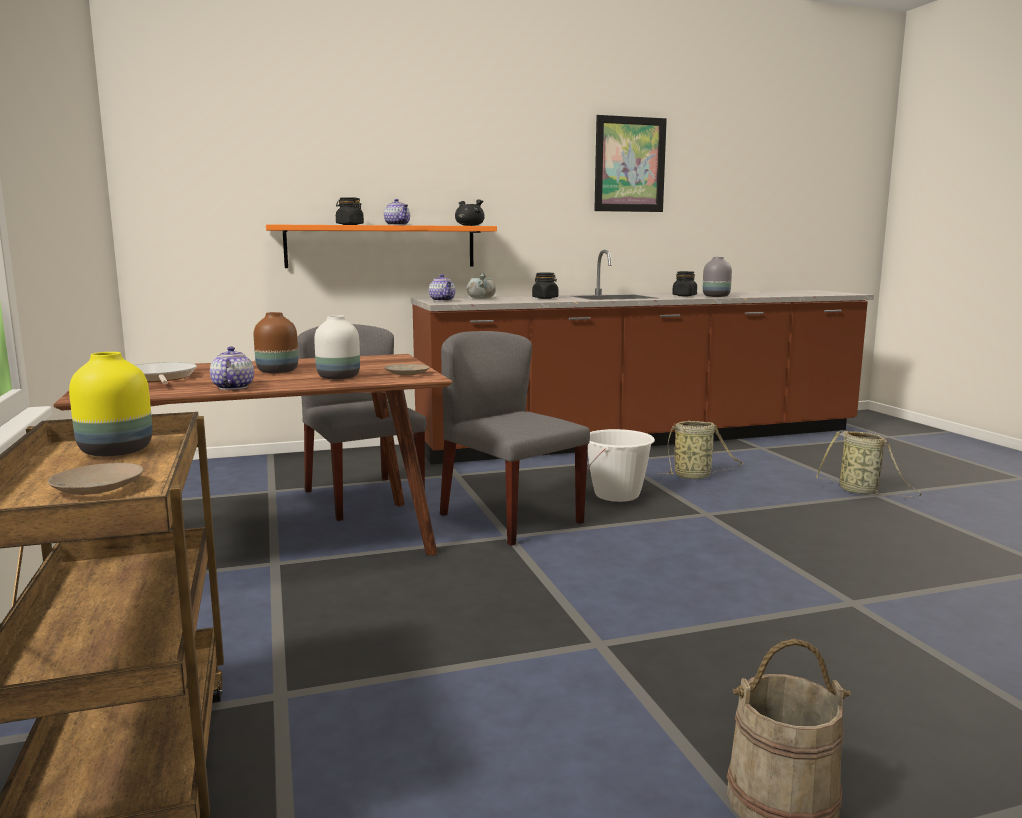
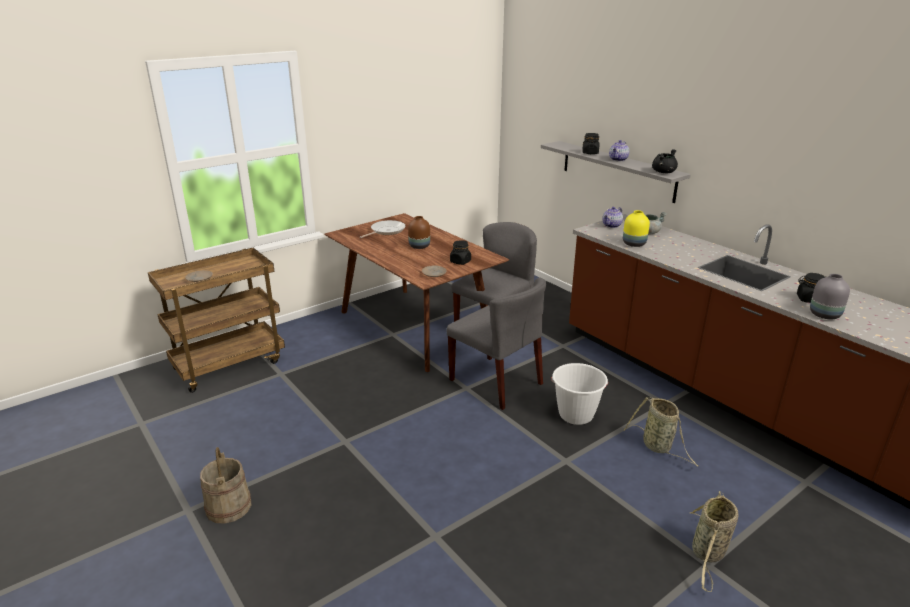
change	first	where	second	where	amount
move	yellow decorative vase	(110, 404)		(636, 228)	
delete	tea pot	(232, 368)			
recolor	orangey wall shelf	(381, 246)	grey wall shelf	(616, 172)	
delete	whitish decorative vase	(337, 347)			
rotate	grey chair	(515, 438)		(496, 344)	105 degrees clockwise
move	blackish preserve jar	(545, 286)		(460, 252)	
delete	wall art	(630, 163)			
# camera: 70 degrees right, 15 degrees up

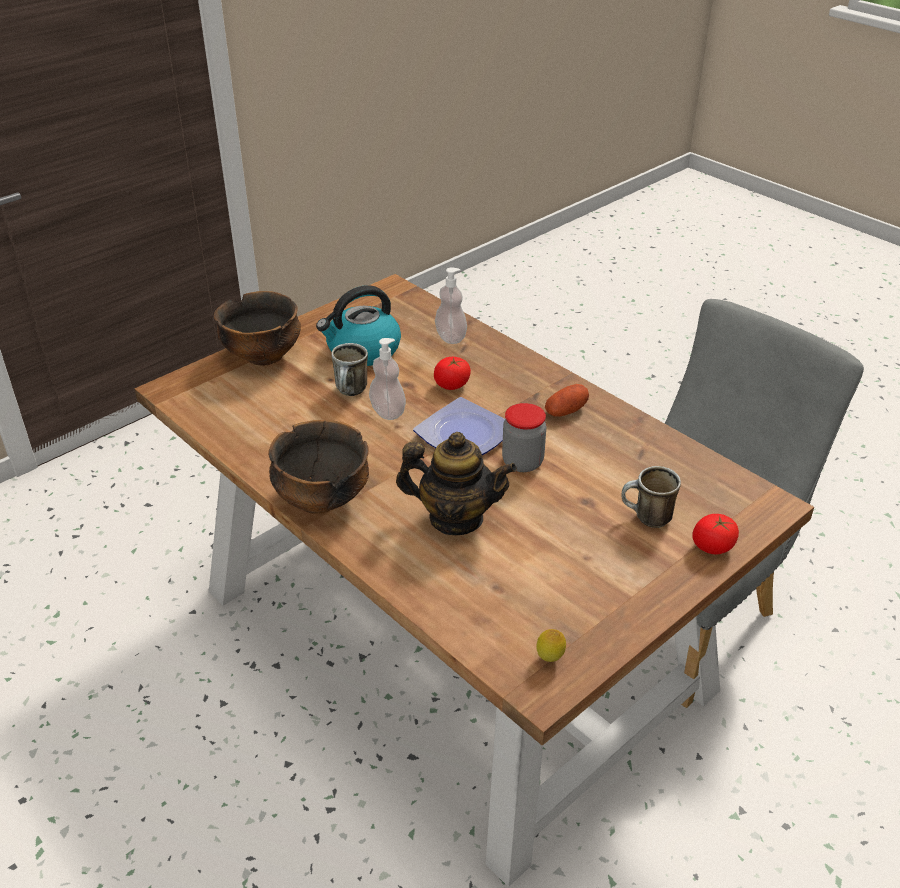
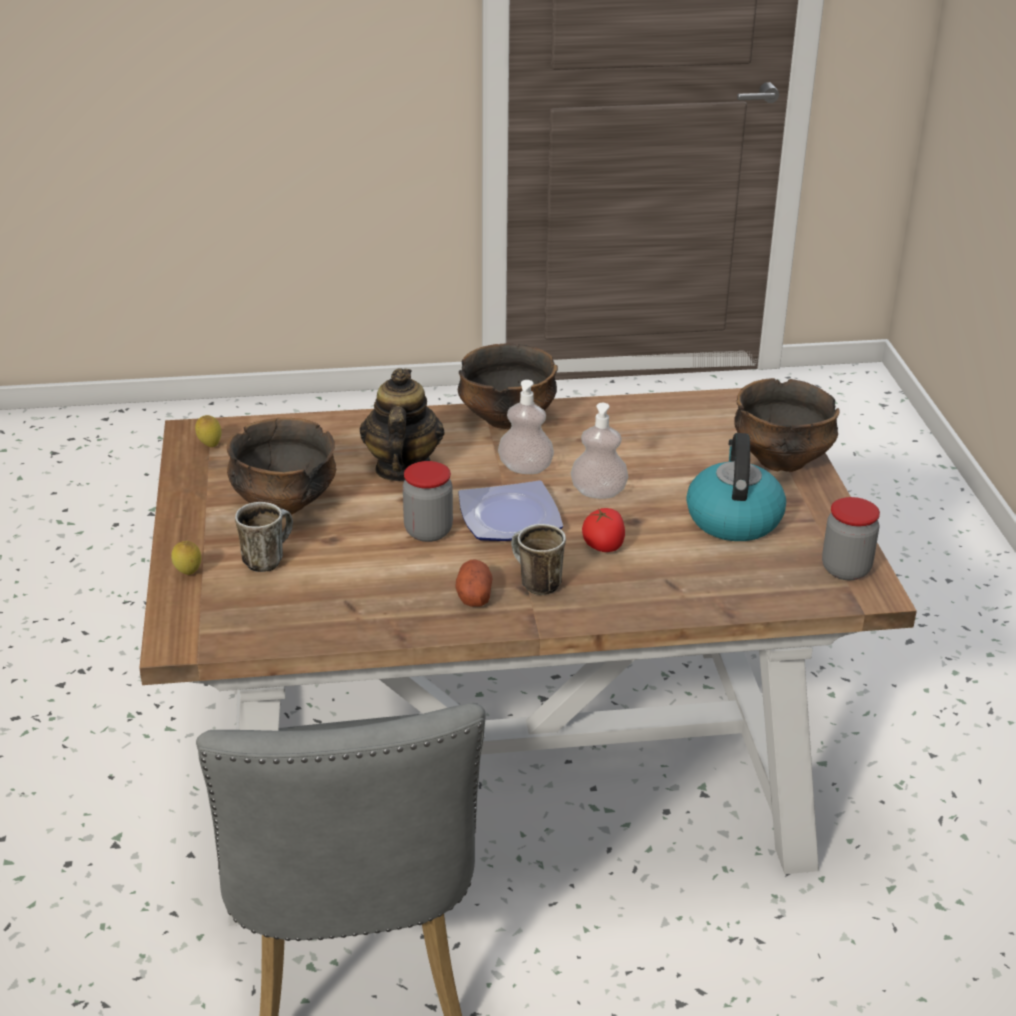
change	first	where	second	where	amount
move	mug	(349, 369)		(538, 559)	
rotate	tea pot	(456, 483)		(402, 424)	135 degrees clockwise
move	liquid soap bottle	(451, 306)		(526, 427)	
replace	whole tomato	(715, 534)	whole lemon	(186, 558)	
insert			serving bowl	(281, 467)	
insert			preserve jar	(851, 538)	
# camera: 125 degrees right, 5 degrees down

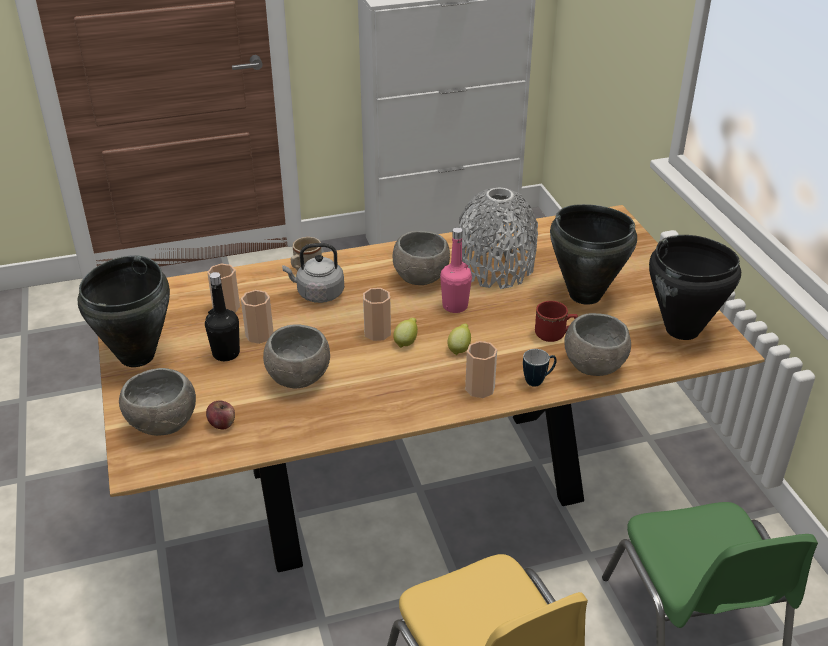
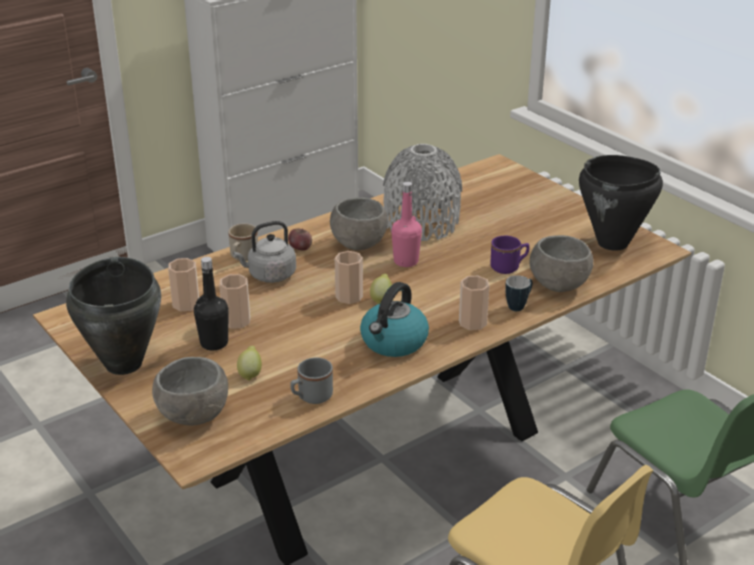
change	first	where	second	where	amount
move	apple fruit	(220, 415)		(300, 240)	
delete	grey serving bowl	(296, 356)			
move	whole lemon	(459, 339)		(249, 363)	
recolor	red mug	(556, 321)	purplish mug	(509, 255)	
delete	blackish stockpot	(593, 254)			
insert			grey mug	(311, 381)	
insert			tea kettle	(394, 319)	
# camera: 20 degrees left, 5 degrees down

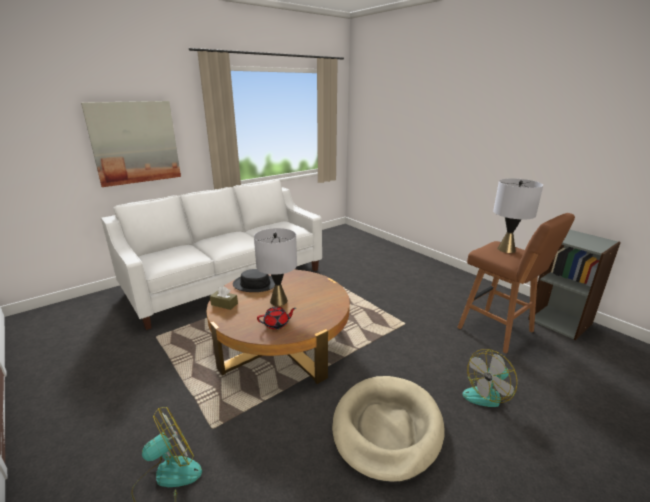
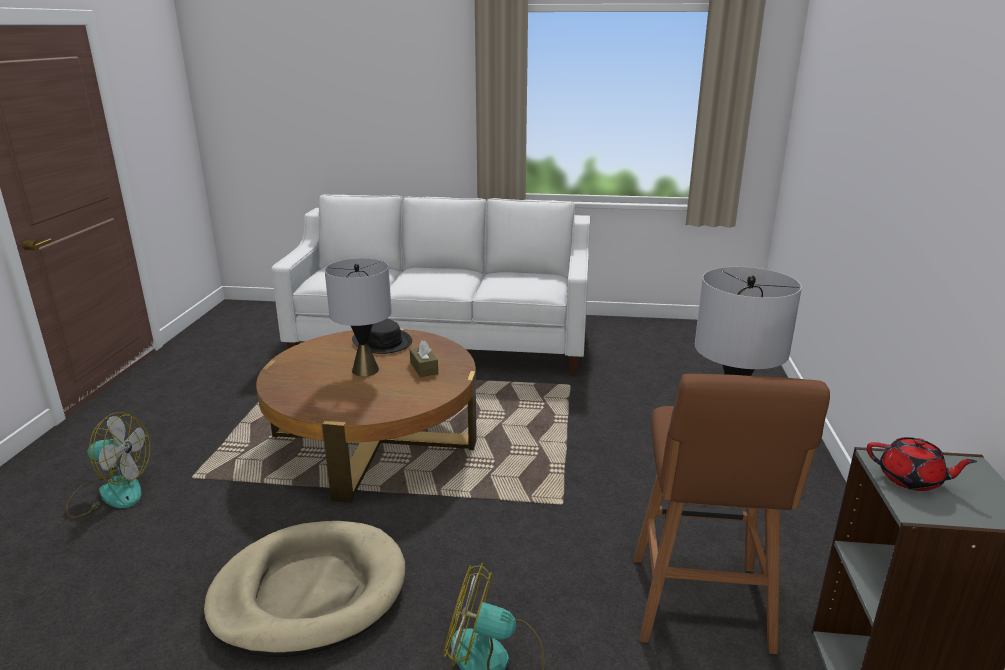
change	first	where	second	where	amount
delete	wall art	(131, 144)			
move	brownish tissue holder	(224, 298)		(424, 358)	
move	red tea pot	(276, 318)		(922, 464)	
# camera: 45 degrees right, 0 degrees up

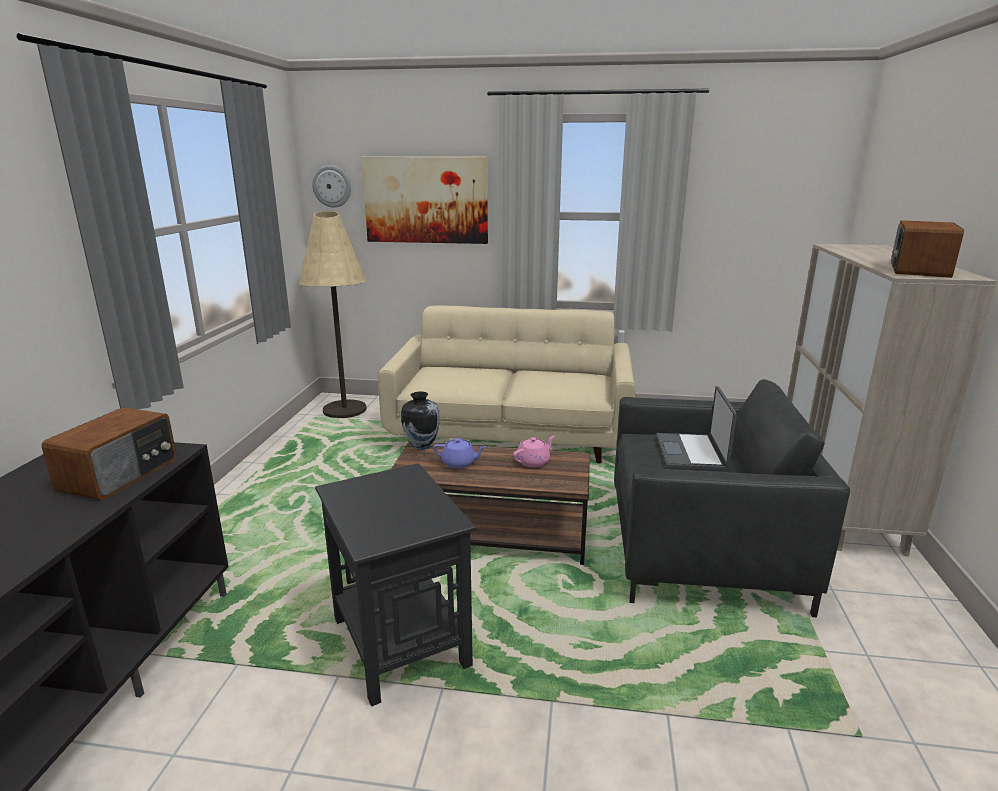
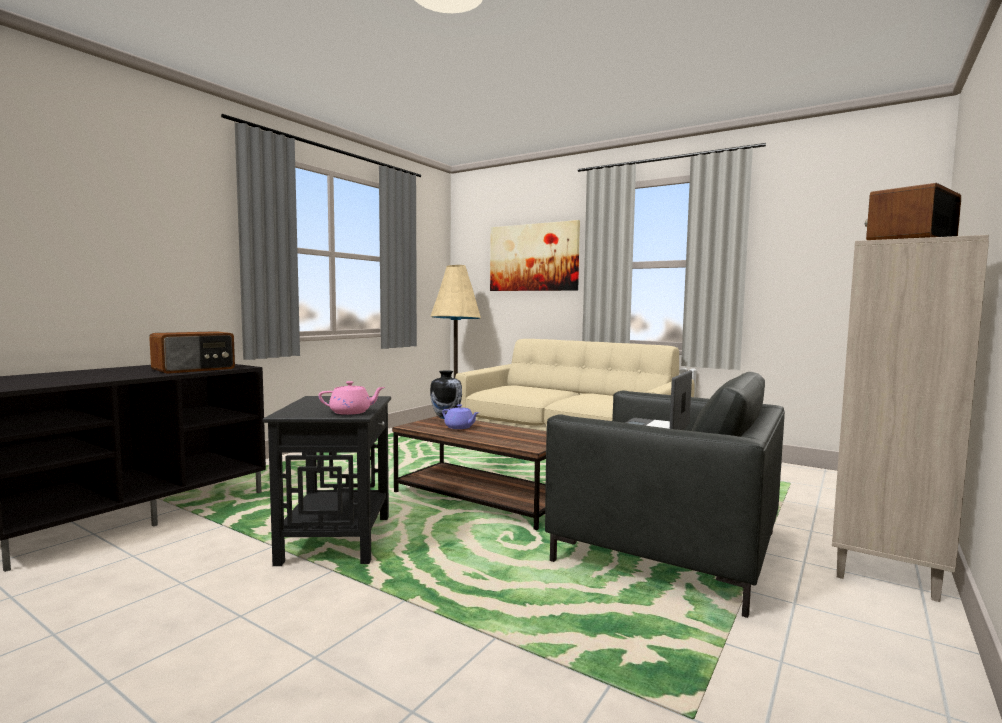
change	first	where	second	where	amount
delete	wall clock	(331, 186)			
move	pink tea pot	(534, 451)		(351, 398)	
# camera: 25 degrees right, 15 degrees down

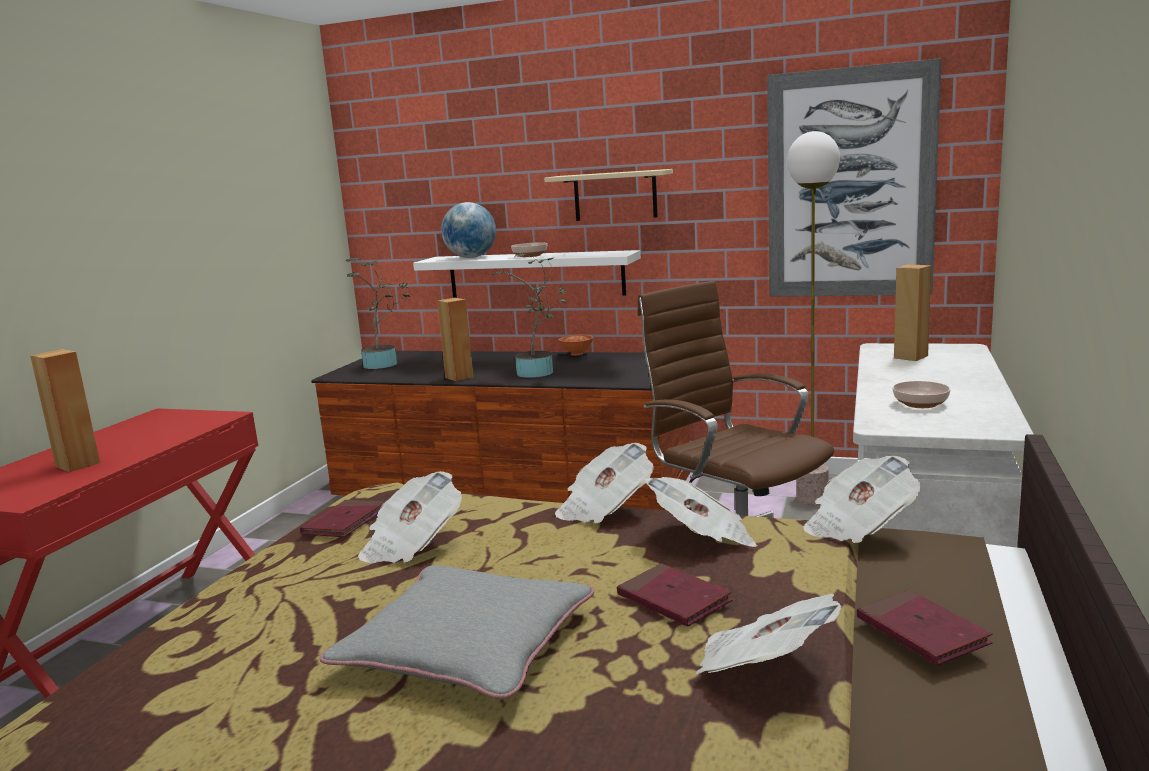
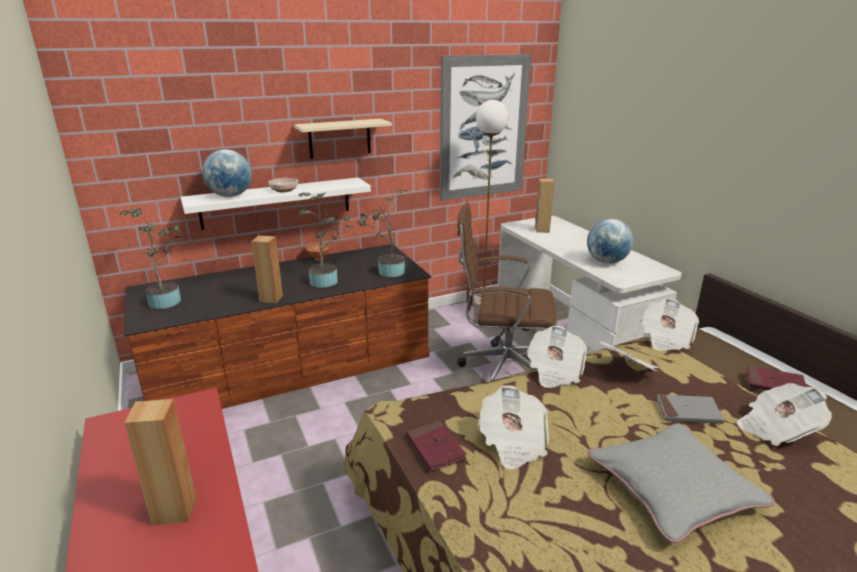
change	first	where	second	where	amount
recolor	red book	(674, 594)	grey book	(690, 409)	
replace	serving bowl	(921, 394)	world globe	(610, 241)	
insert			potted plant	(382, 233)	
# camera: 45 degrees left, 10 degrees up

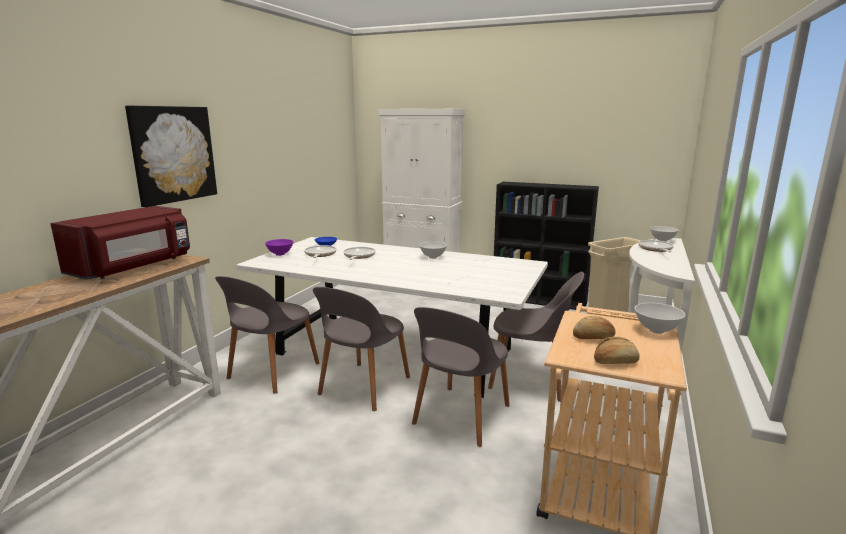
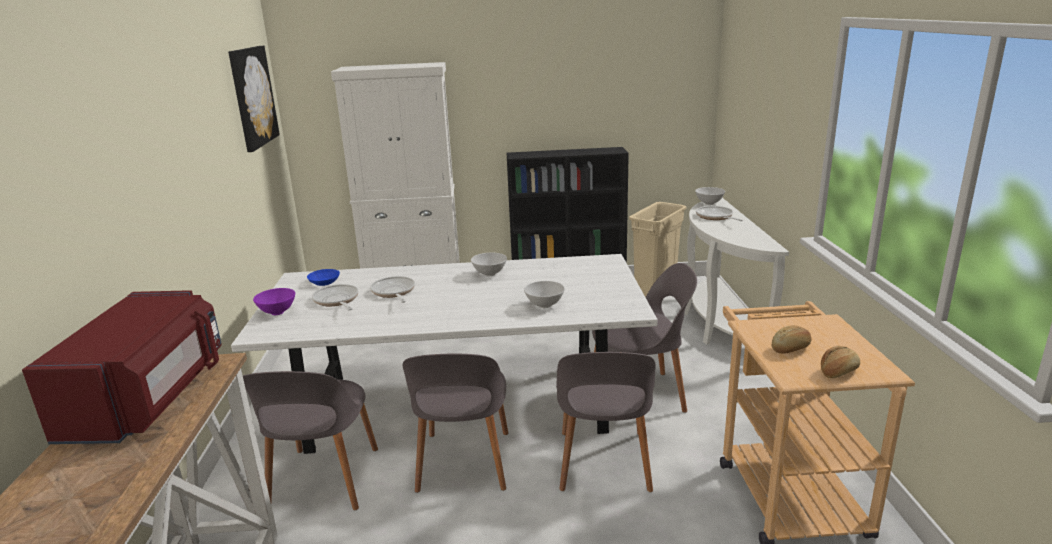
change	first	where	second	where	amount
move	wall art	(171, 156)		(254, 99)	
move	whitish serving bowl	(660, 318)		(544, 294)	
# camera: 25 degrees left, 5 degrees up

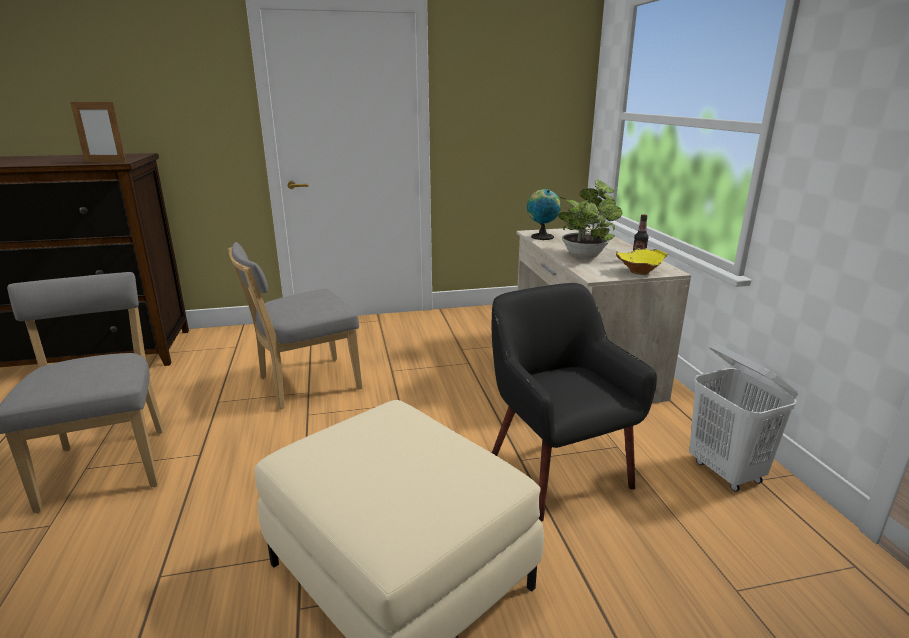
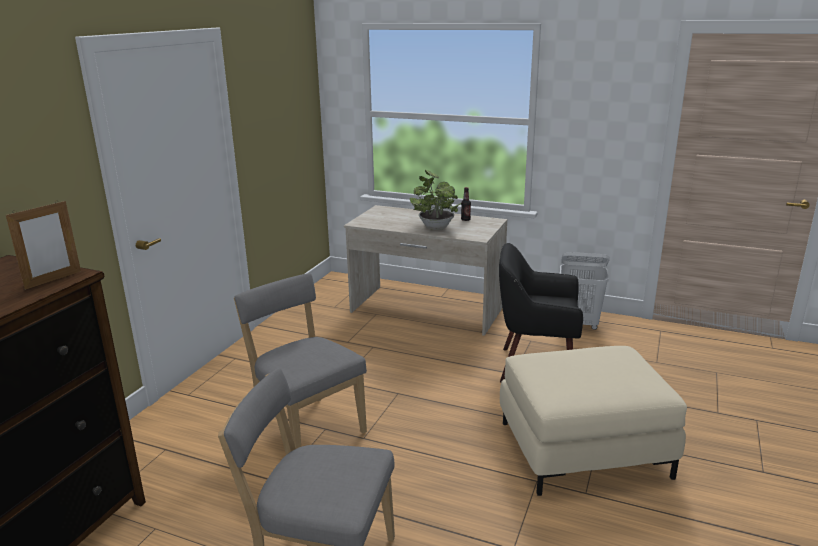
change	first	where	second	where	amount
rotate	grey chair	(295, 325)		(300, 361)	135 degrees clockwise
delete	world globe	(544, 214)			
delete	yellow serving bowl	(642, 261)			
# camera: 55 degrees left, 0 degrees up

